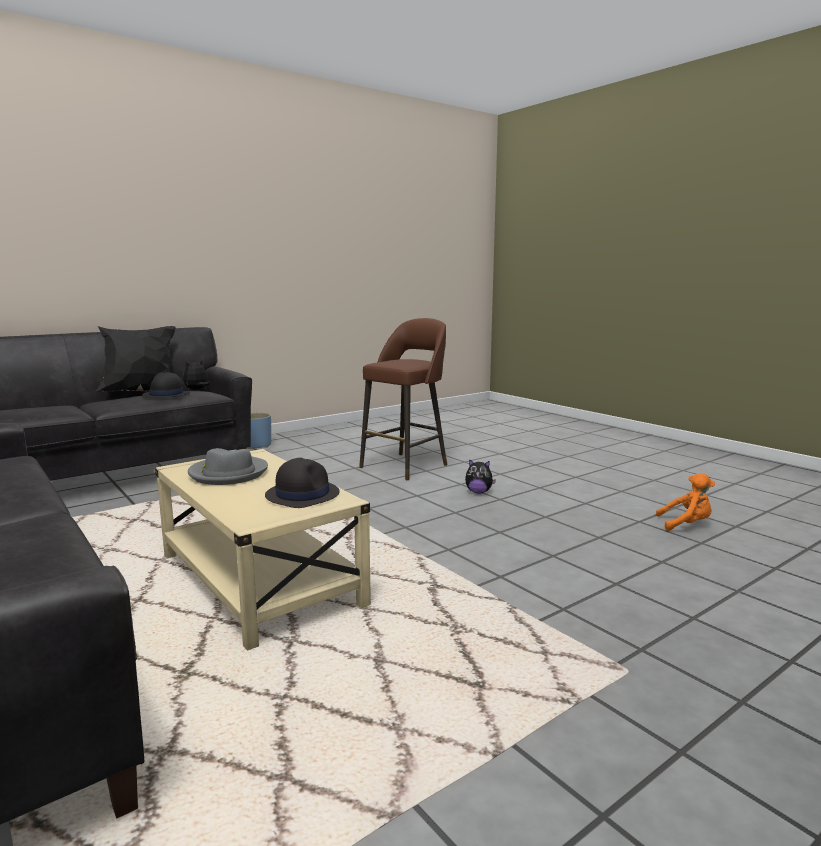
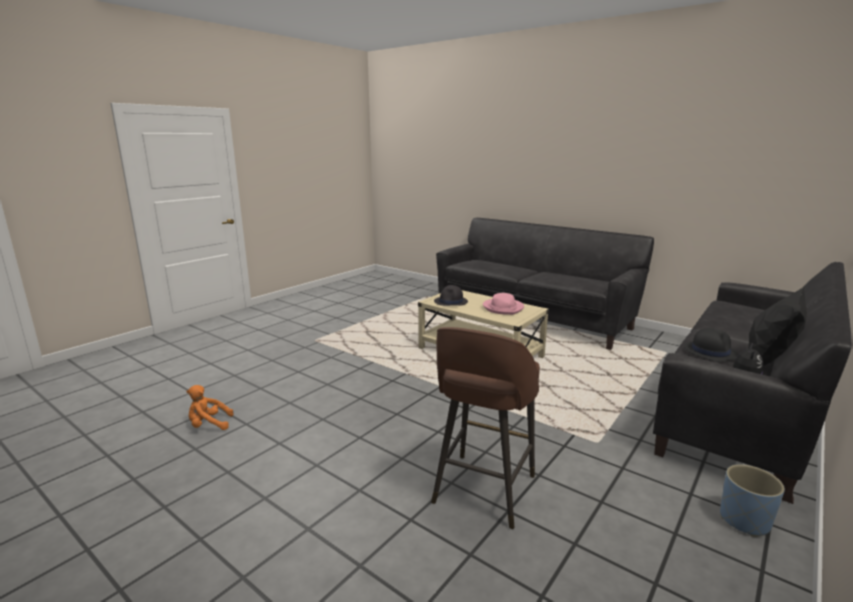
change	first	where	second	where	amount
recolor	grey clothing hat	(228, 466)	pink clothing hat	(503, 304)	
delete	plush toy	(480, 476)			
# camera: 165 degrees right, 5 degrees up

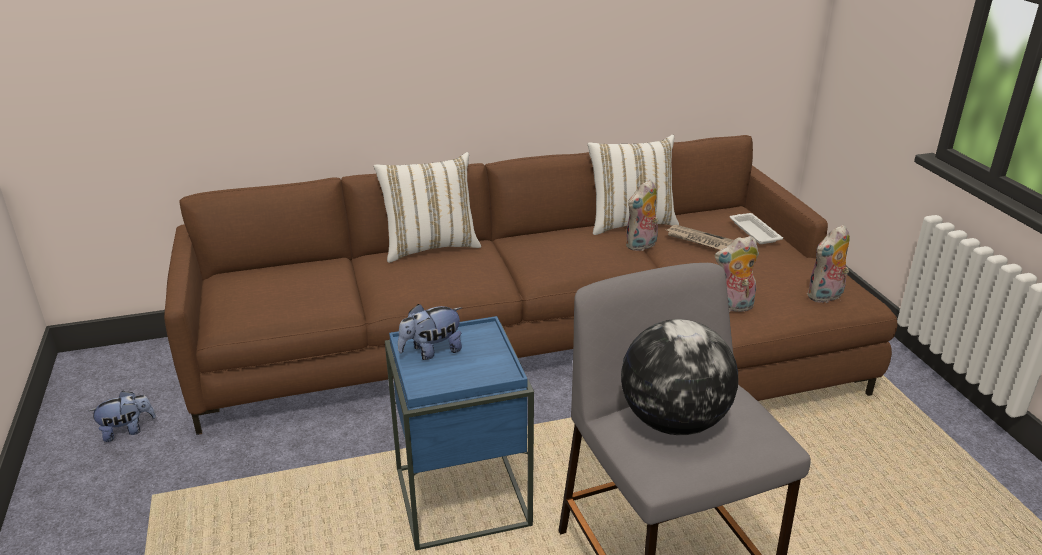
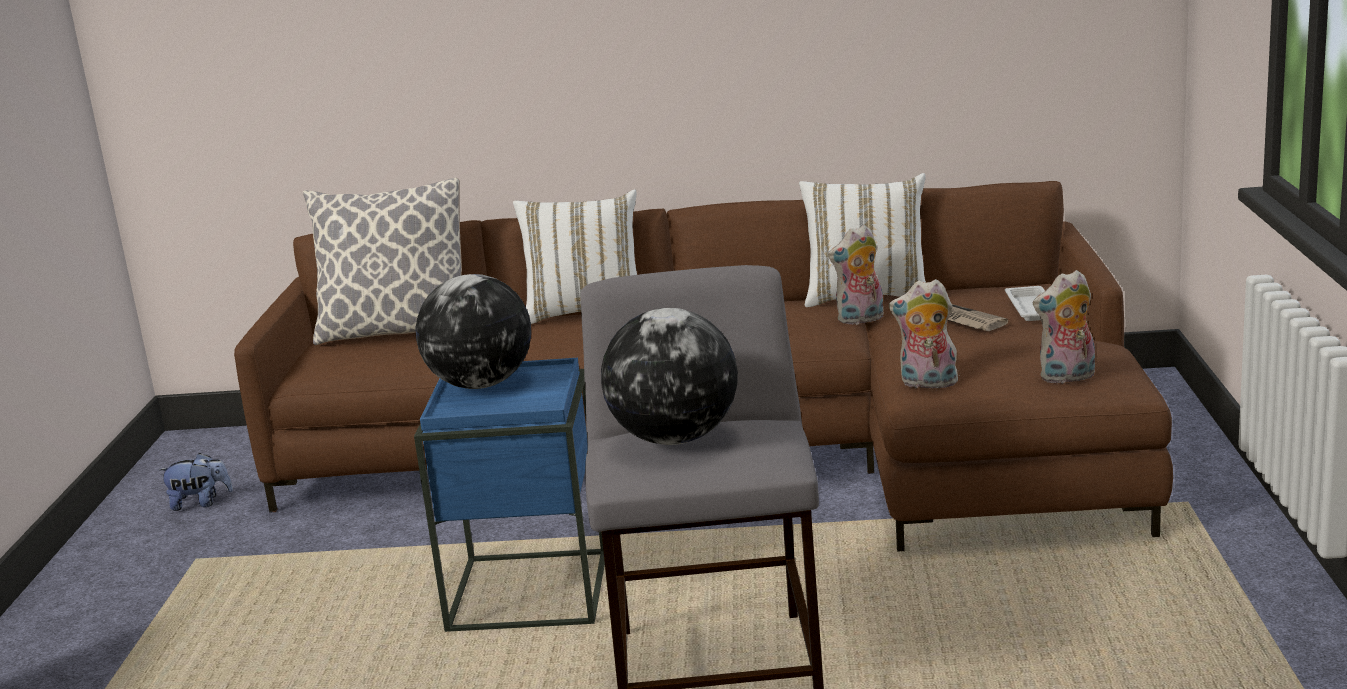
change	first	where	second	where	amount
replace	plush toy	(430, 332)	world globe	(473, 331)	
insert			pillow	(382, 261)	
# camera: 20 degrees right, 10 degrees down

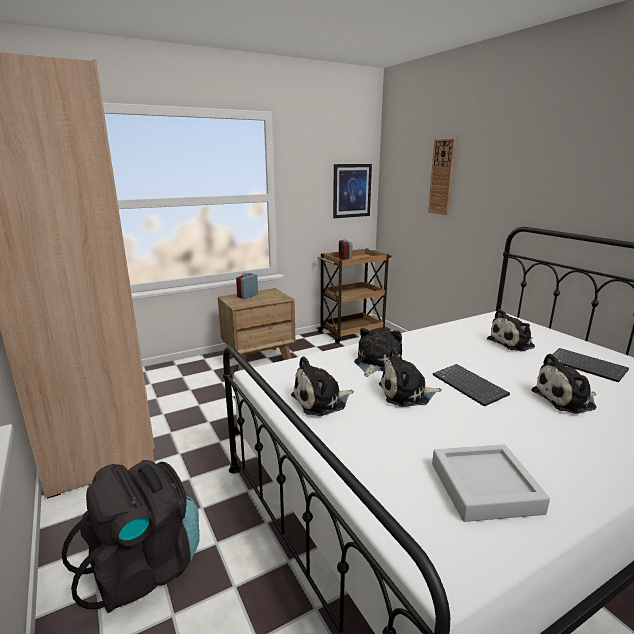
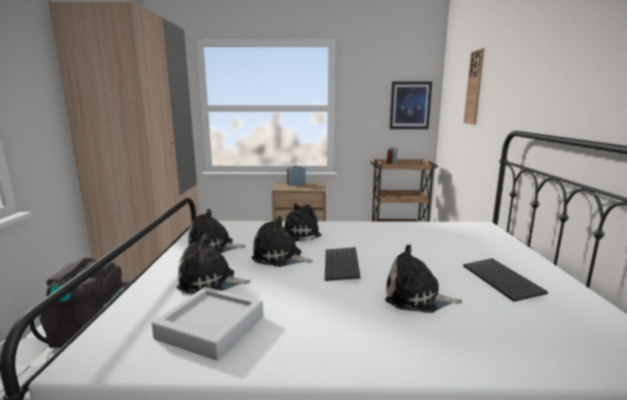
change	first	where	second	where	amount
move	plush toy	(511, 330)		(213, 264)	
# camera: 30 degrees right, 5 degrees down

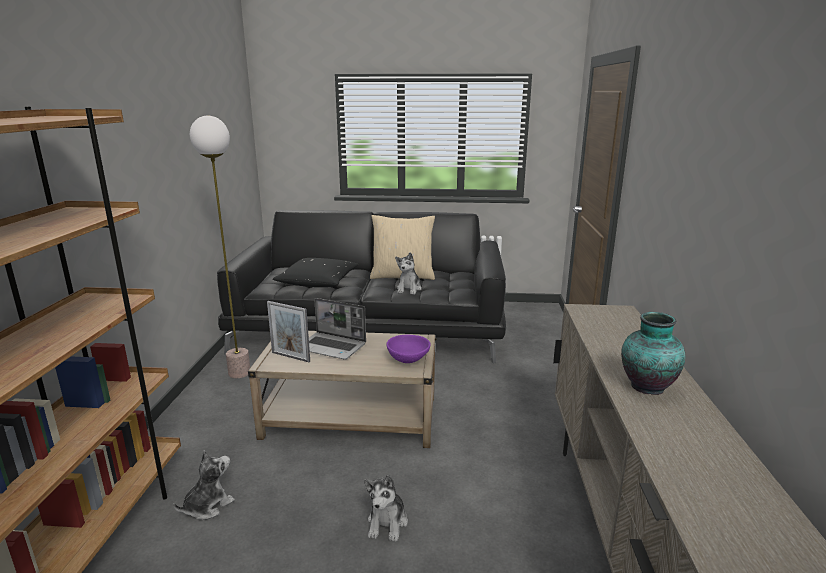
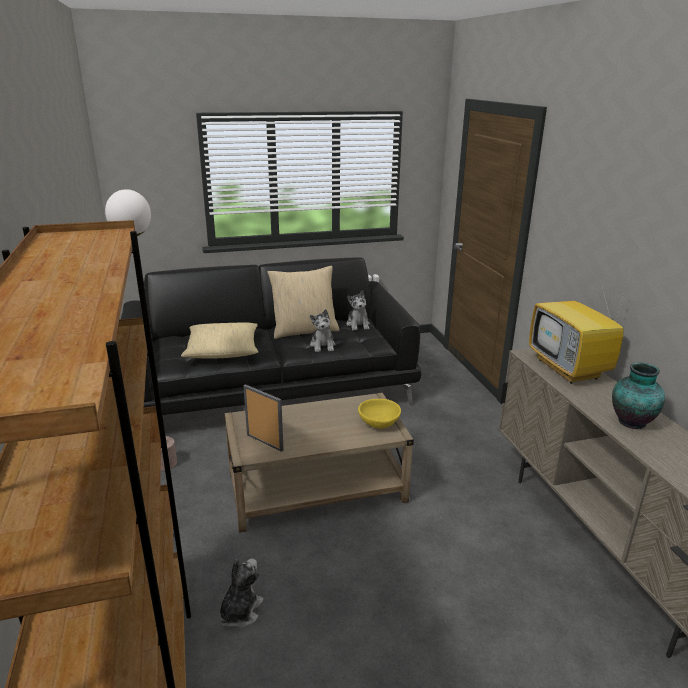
change	first	where	second	where	amount
rotate	picture frame	(288, 331)		(263, 418)	150 degrees counterclockwise
recolor	blackish pillow	(315, 272)	beige-coloured pillow	(219, 341)	
delete	portable computer	(337, 329)			
move	plush toy	(386, 508)		(358, 310)	
recolor	purplish serving bowl	(408, 349)	yellow serving bowl	(379, 414)	
insert			television	(577, 329)	
# camera: 20 degrees left, 5 degrees up

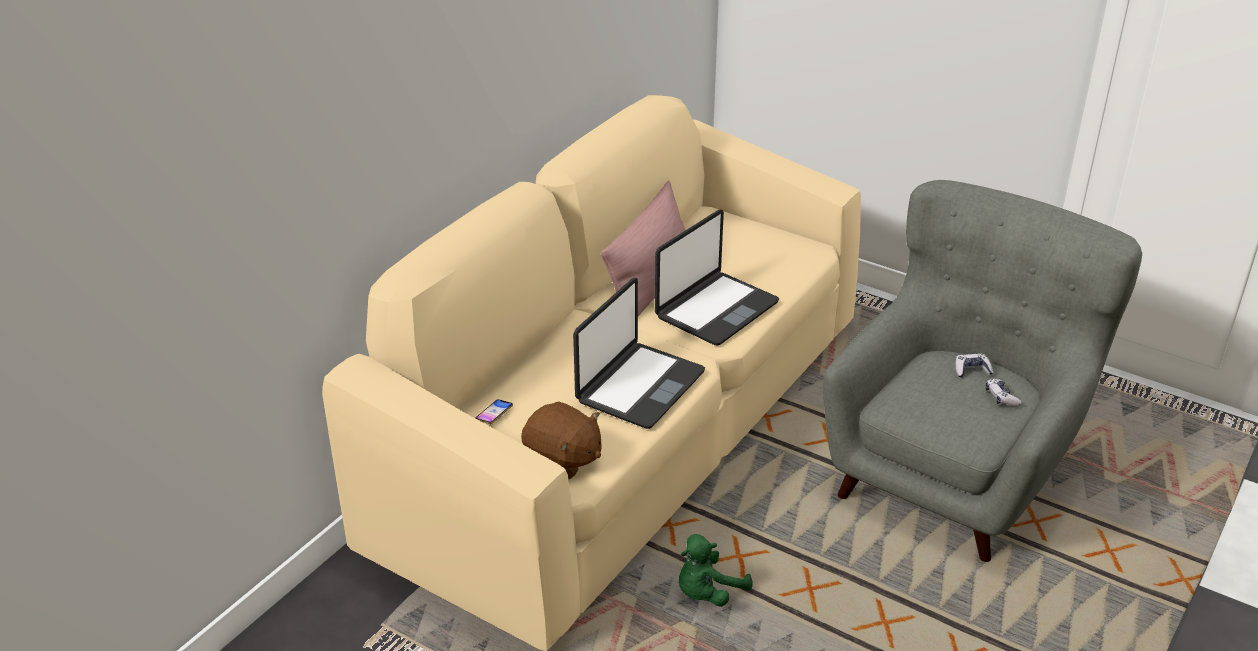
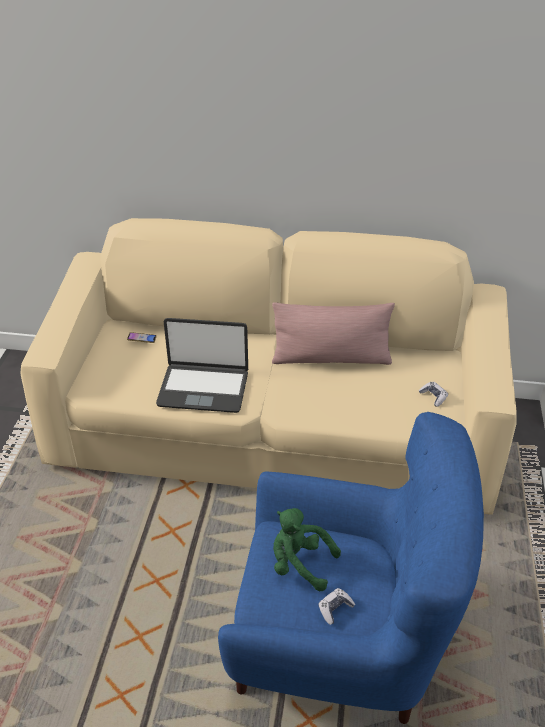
change	first	where	second	where	amount
delete	brownish plush toy	(561, 440)			
delete	portable computer	(717, 278)			
move	greenish plush toy	(716, 570)		(307, 549)	
recolor	grey lounge chair	(982, 371)	blue-coloured lounge chair	(351, 568)	
move	game controller	(974, 365)		(433, 394)	
# camera: 65 degrees right, 5 degrees up

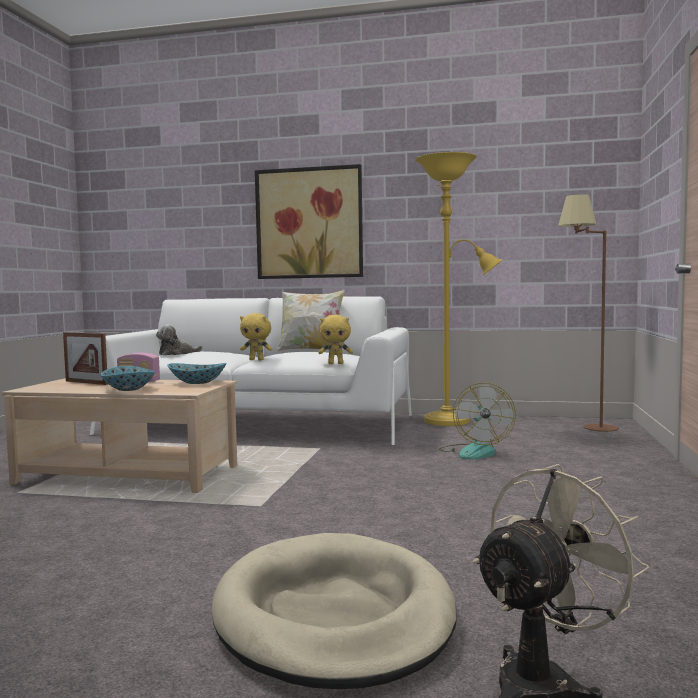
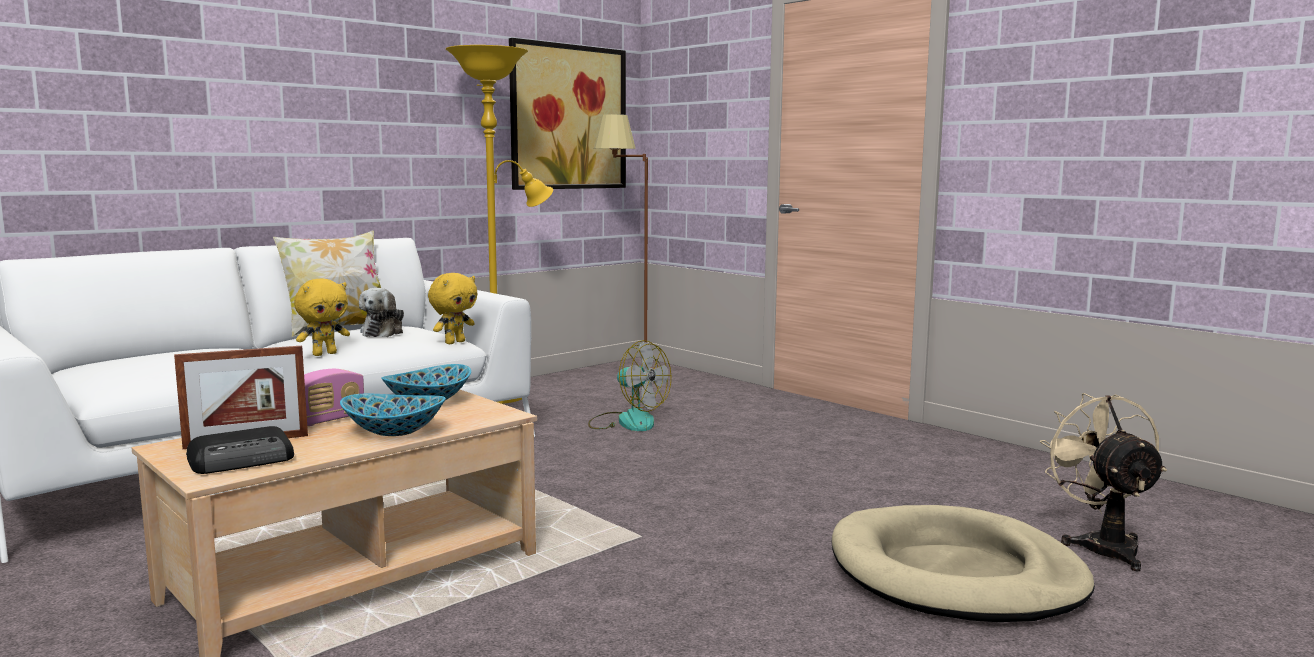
change	first	where	second	where	amount
move	plush toy	(179, 340)		(381, 312)	
move	wall art	(309, 221)		(567, 114)	
insert			radio set	(240, 450)	
# camera: 55 degrees left, 5 degrees up

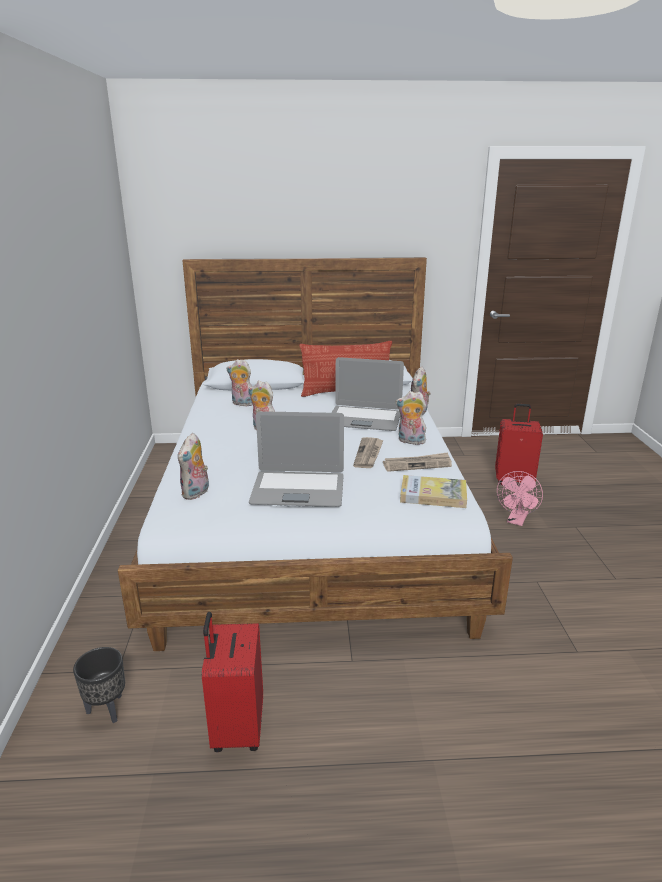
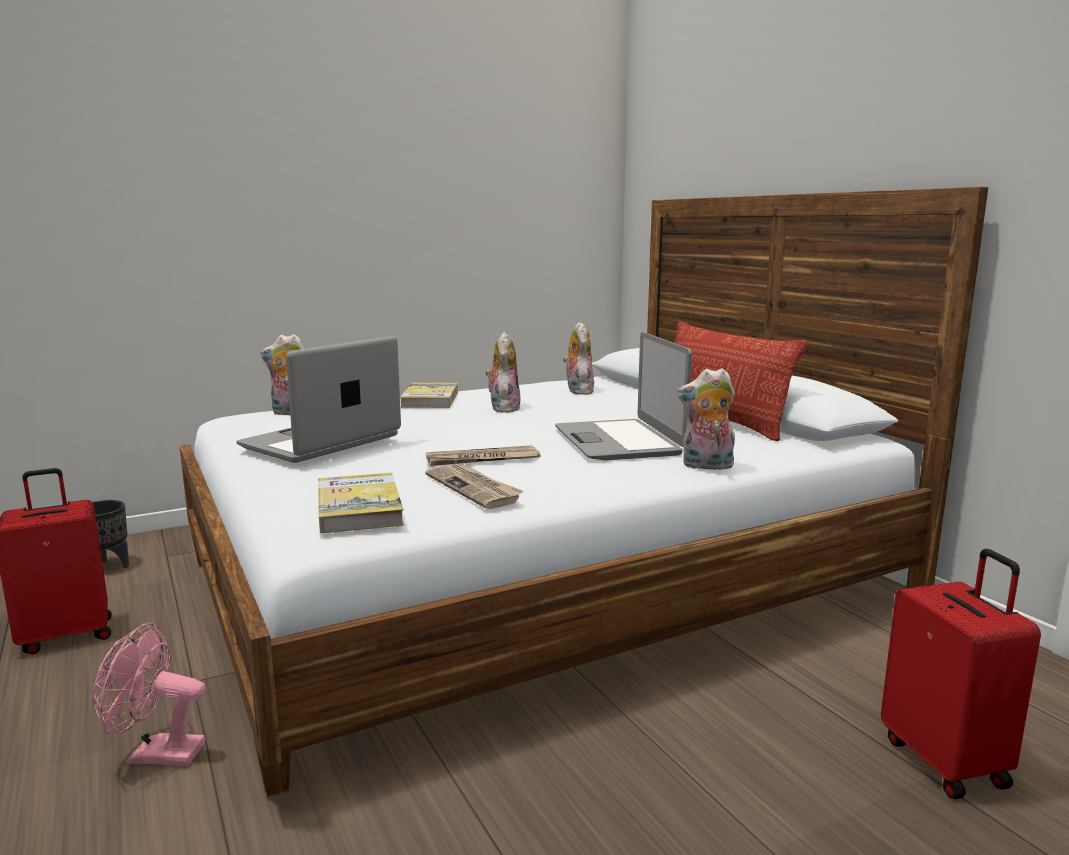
change	first	where	second	where	amount
rotate	portable computer	(296, 459)		(318, 399)	60 degrees clockwise
delete	plush toy	(410, 418)			
move	pink fan	(520, 498)		(149, 694)	
insert			book	(429, 395)	
# camera: 65 degrees right, 10 degrees down

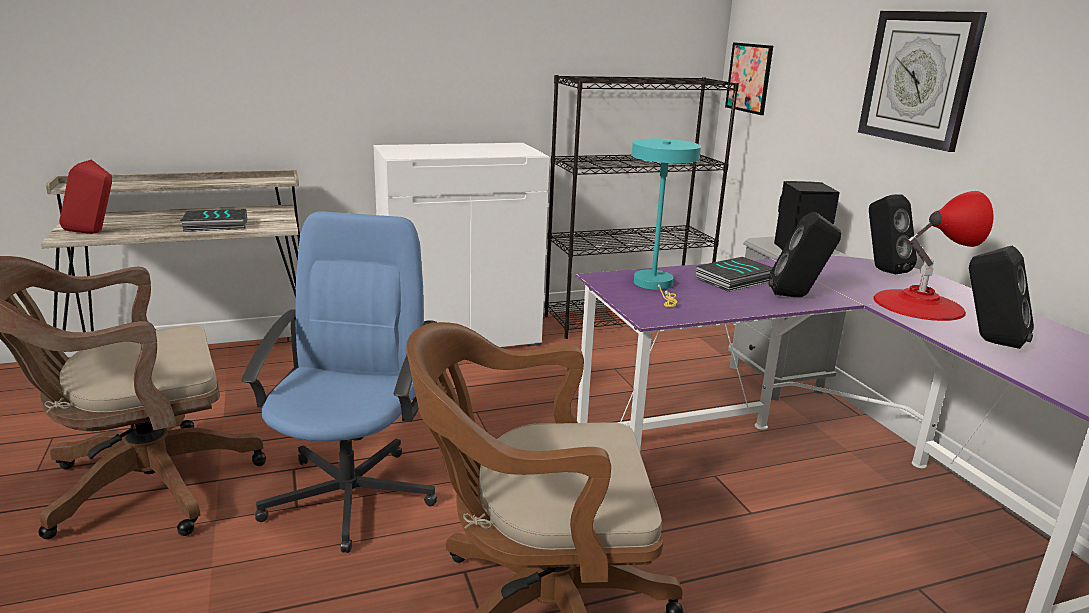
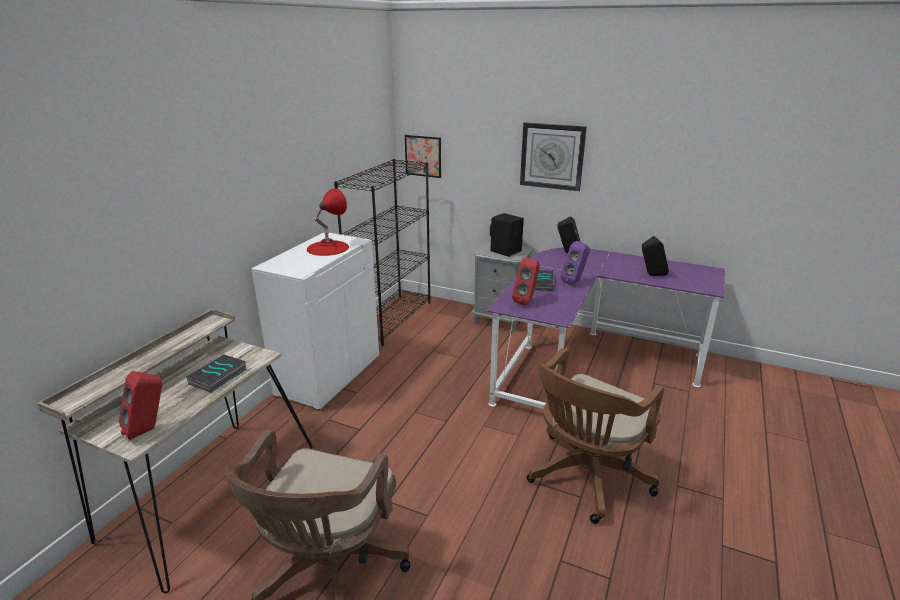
change	first	where	second	where	amount
delete	blue-coloured office chair	(339, 382)			
replace	turquoise-coloured tabletop lamp	(666, 223)	red speaker	(526, 281)	
recolor	blackish speaker	(804, 254)	purplish speaker	(575, 263)	
move	red tabletop lamp	(933, 256)		(328, 222)	
# camera: 45 degrees left, 5 degrees up

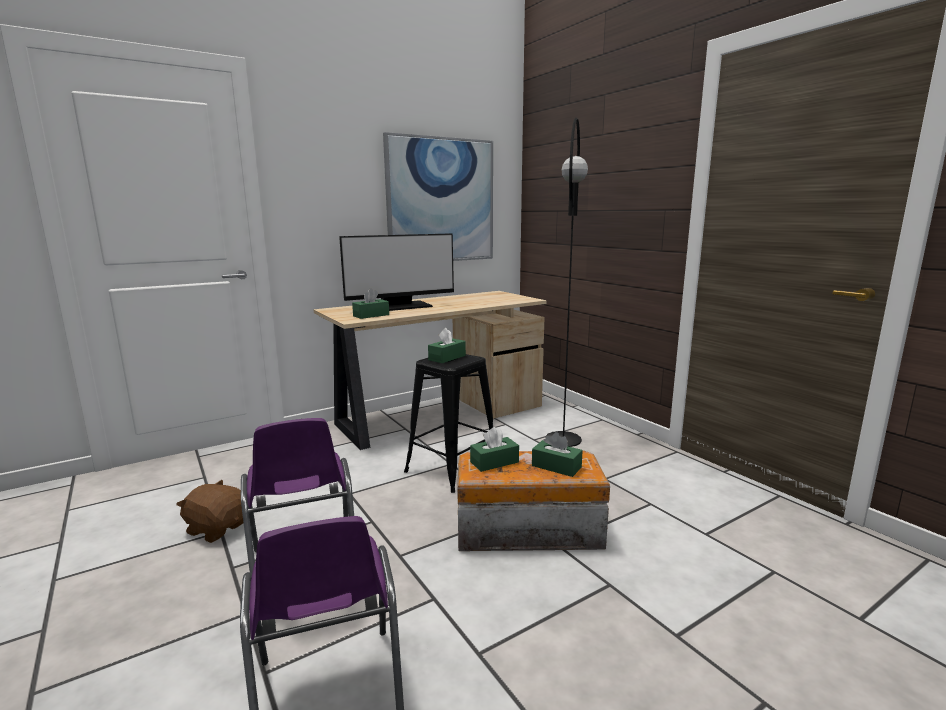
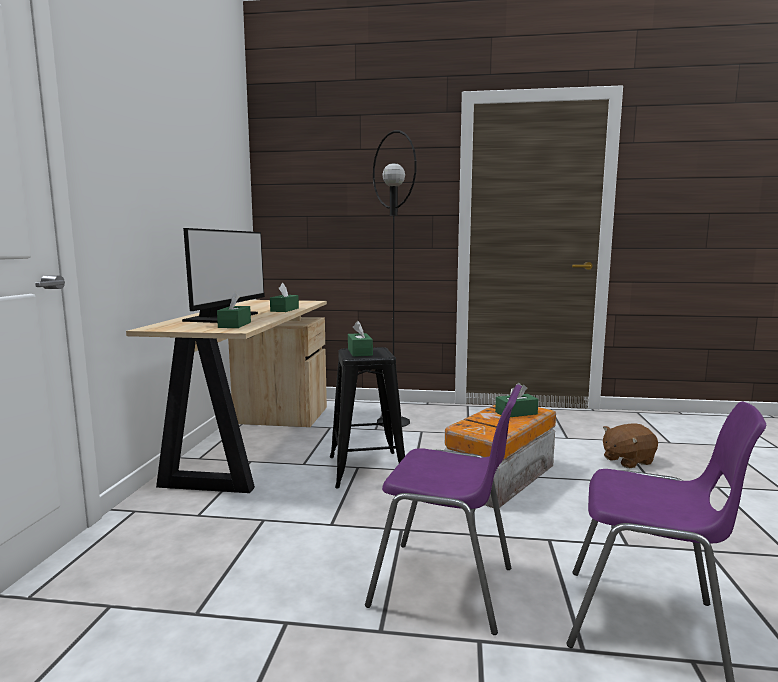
change	first	where	second	where	amount
move	brownish plush toy	(209, 511)		(630, 445)	
delete	wall art	(438, 196)			
move	greenish tissue holder	(494, 449)		(284, 297)	
# camera: 50 degrees left, 5 degrees down

